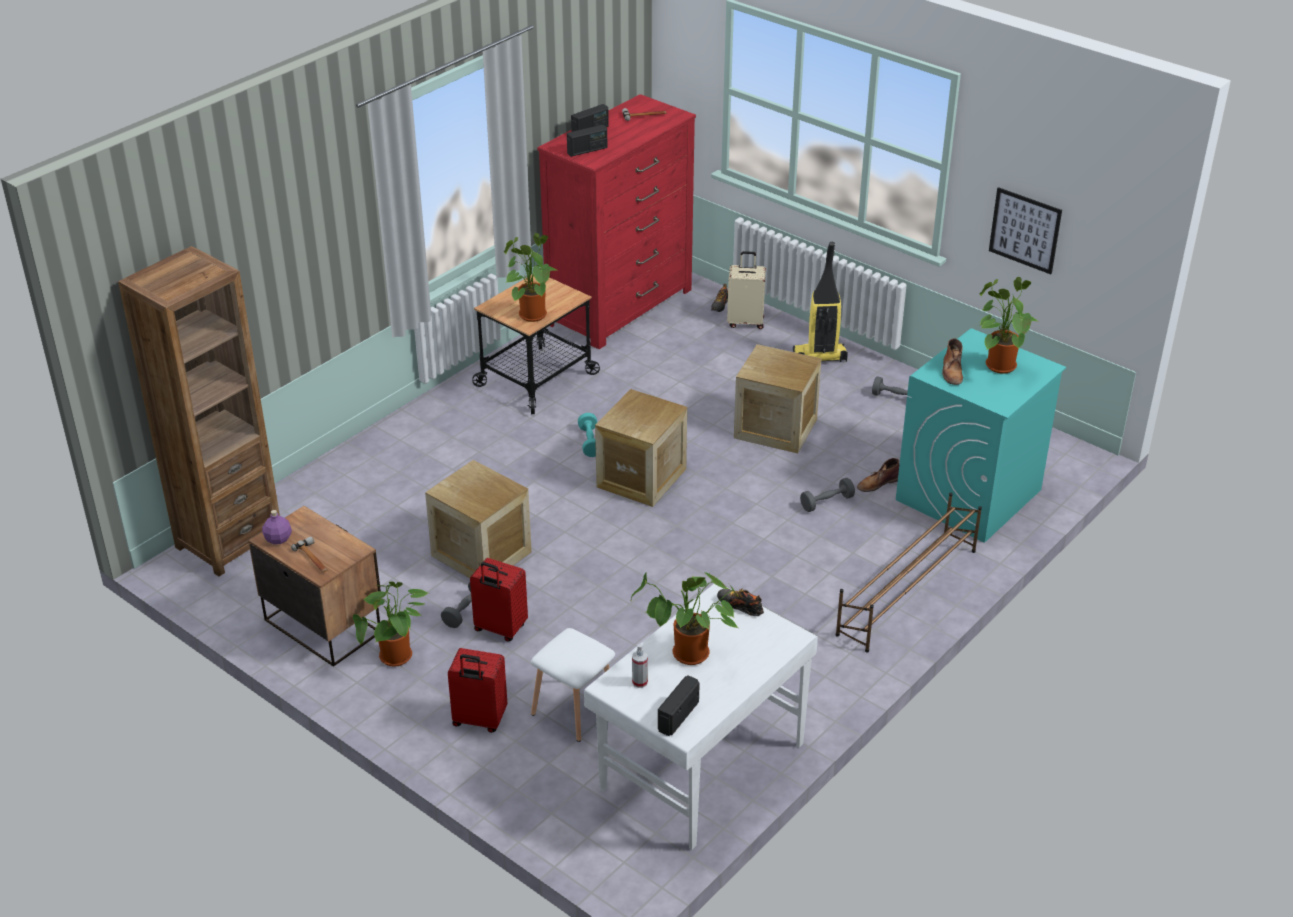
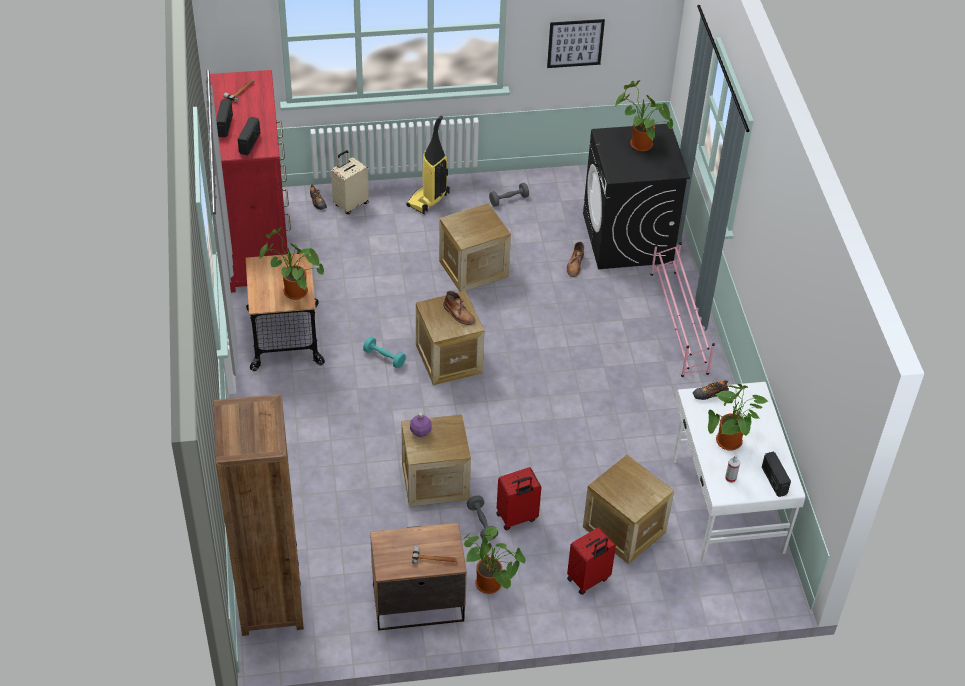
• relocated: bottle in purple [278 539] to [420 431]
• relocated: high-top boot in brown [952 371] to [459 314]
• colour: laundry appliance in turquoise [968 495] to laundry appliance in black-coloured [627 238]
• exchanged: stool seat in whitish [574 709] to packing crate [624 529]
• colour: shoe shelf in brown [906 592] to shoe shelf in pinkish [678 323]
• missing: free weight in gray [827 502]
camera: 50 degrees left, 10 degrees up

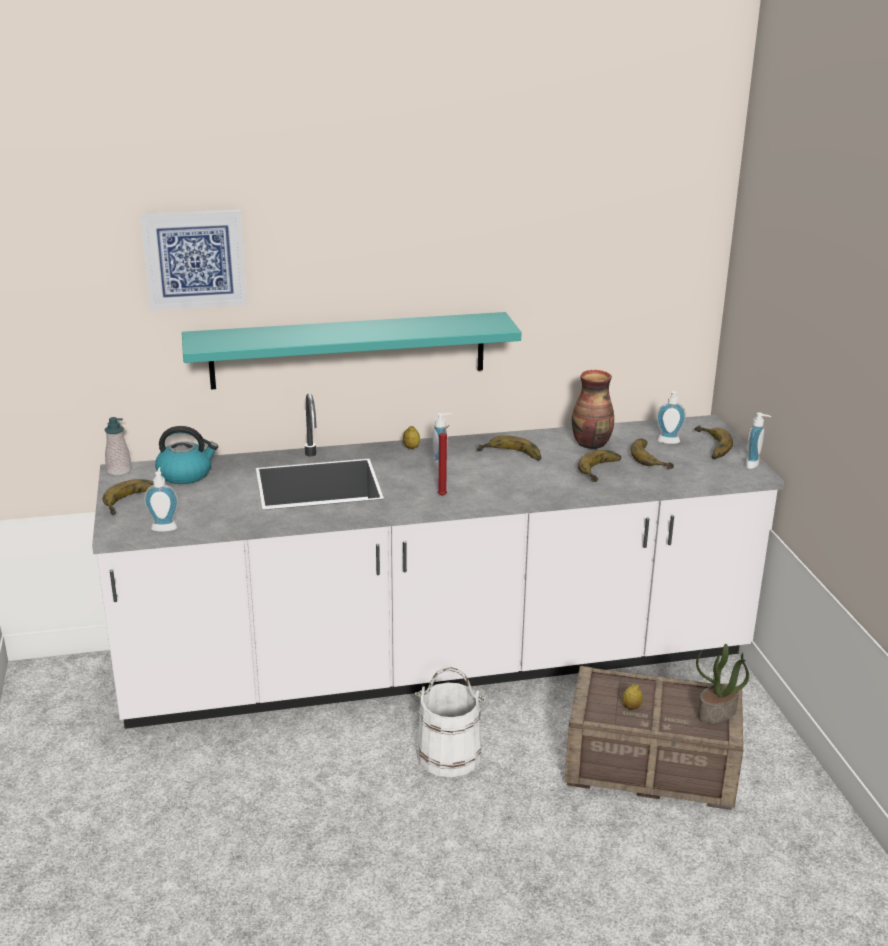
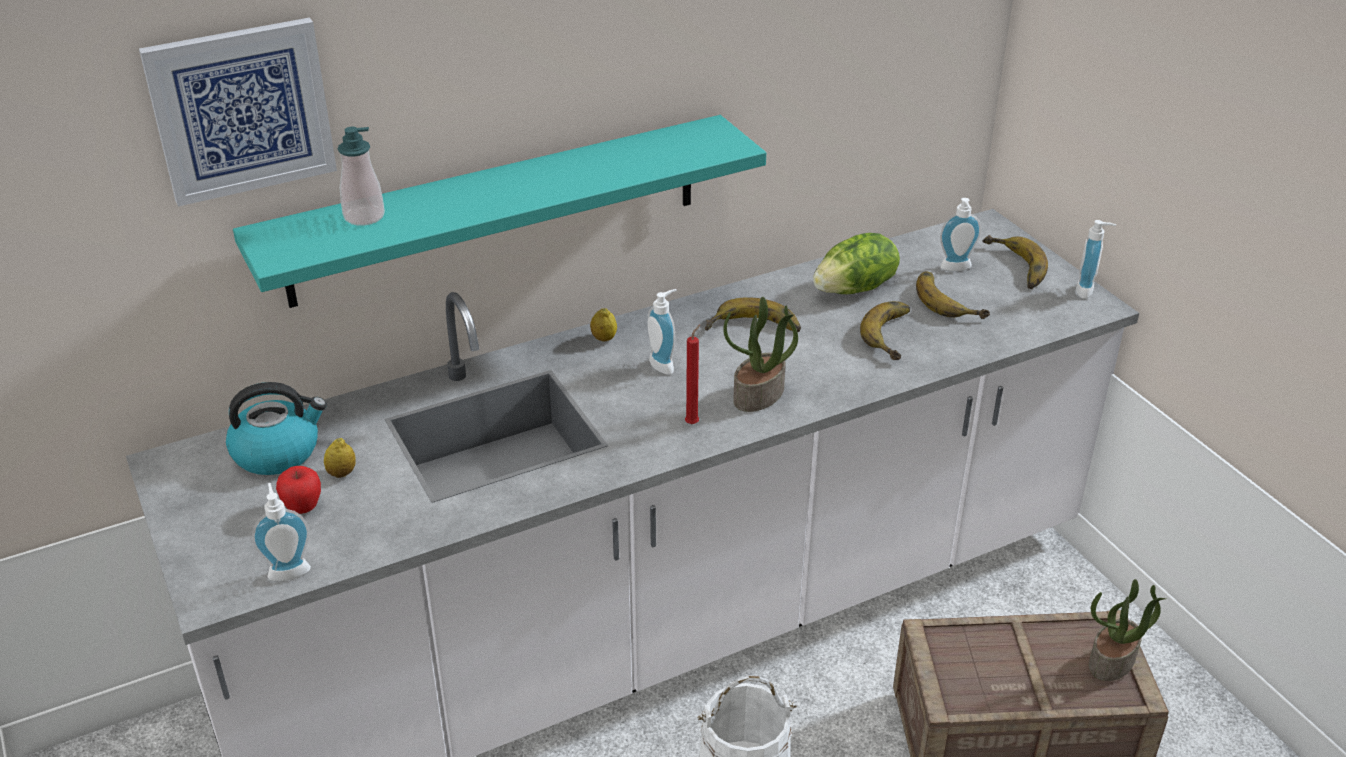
• appeared: apple [303 508]
• relocated: whole lemon [631 707] to [342 473]
• relocated: soap dispenser [119 471] to [364 216]
• appeared: plant in a pot [759 395]
• exchanged: flower vase [592 444] to head of lettuce [856 289]
• missing: whole banana [134 501]
camera: 15 degrees left, 10 degrees up

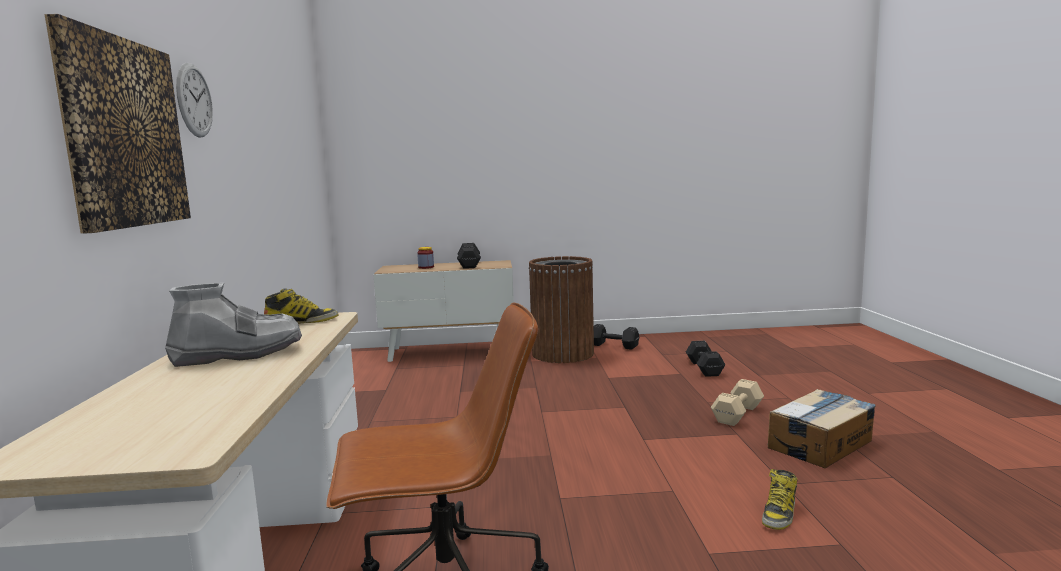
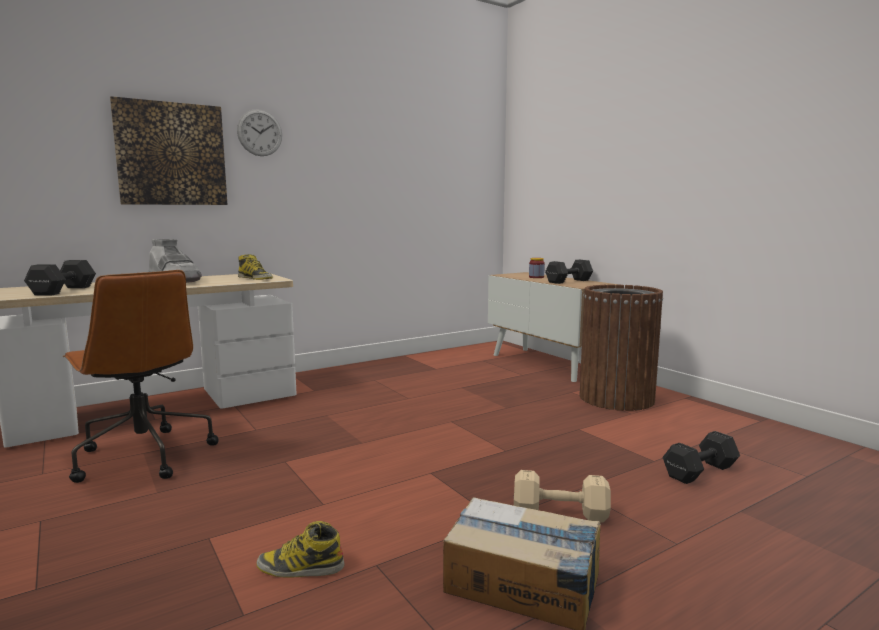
• relocated: free weight in black-coloured [615 346] to [61 291]
camera: 60 degrees right, 0 degrees up

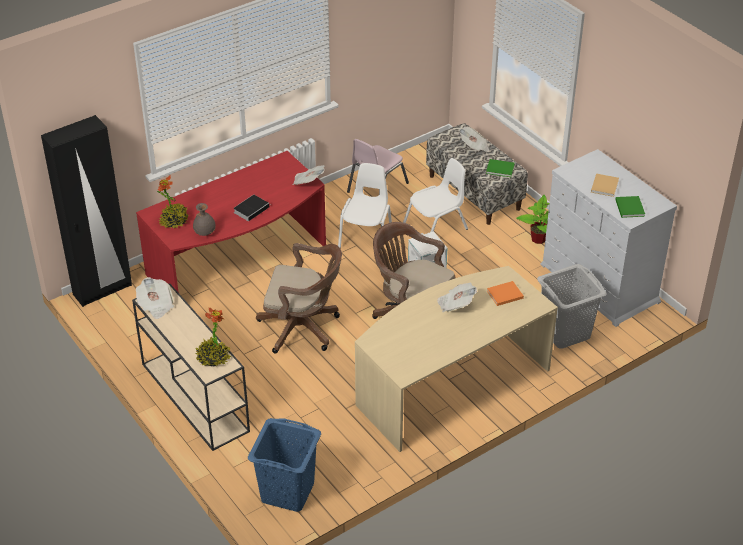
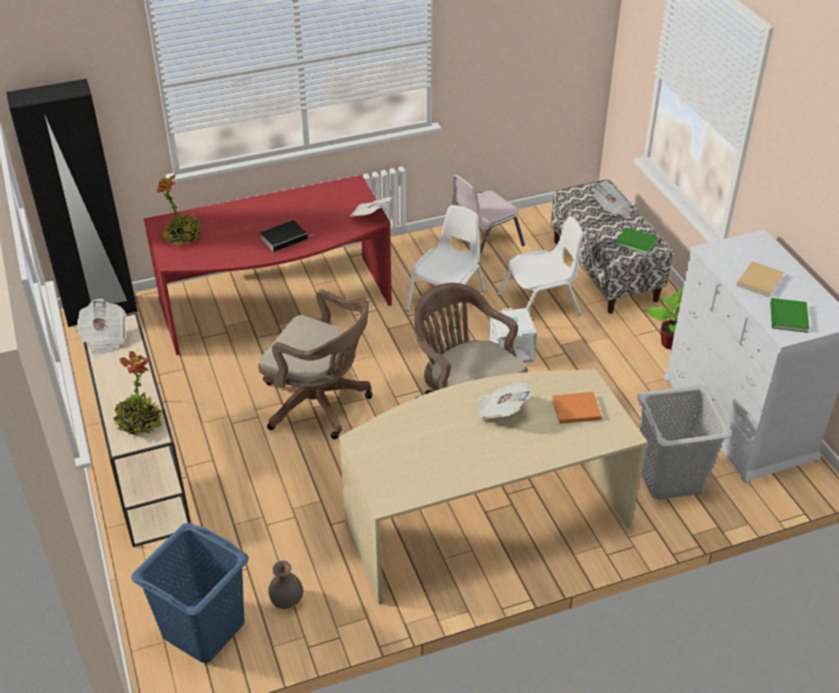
• relocated: flower vase in gray [205 233] to [287 600]
camera: 15 degrees right, 0 degrees up

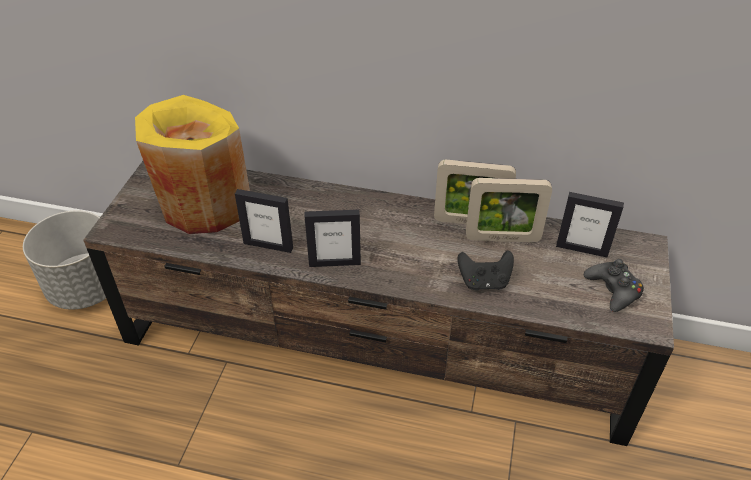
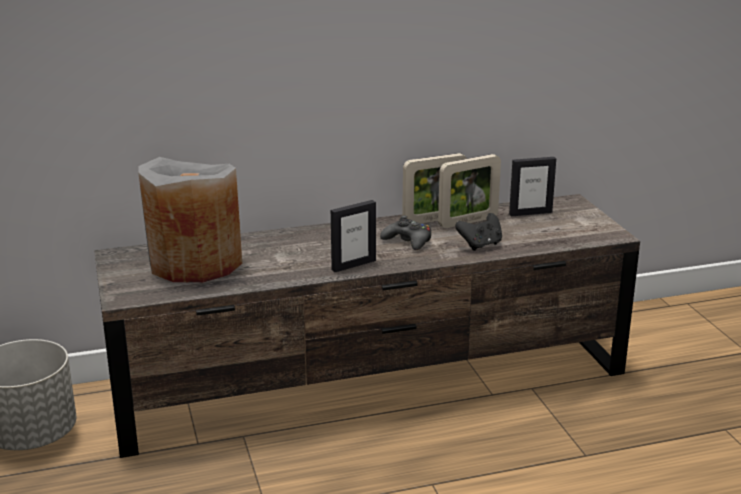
• colour: flower vase in yellow [205 203] to flower vase in gray [194 263]
• relocated: joypad in black-coloured [613 290] to [408 241]
• missing: photo frame [268 245]
camera: 30 degrees left, 20 degrees down

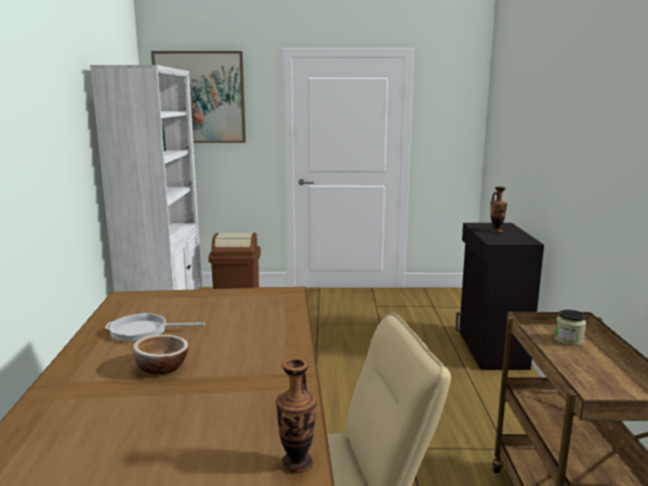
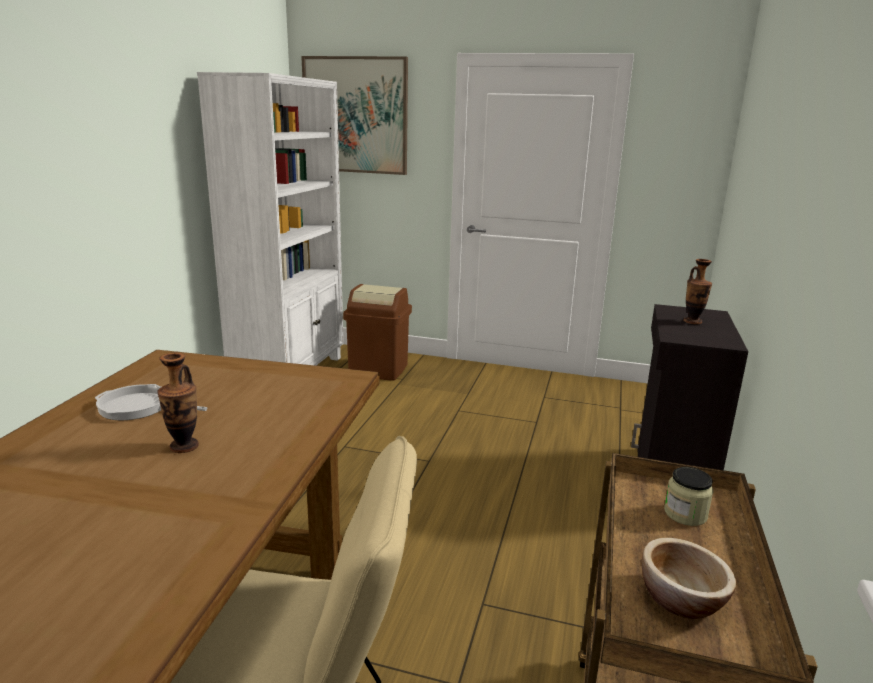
• relocated: flower vase [297 463] to [184 446]
• relocated: serving bowl [162 367] to [681 598]
camera: 15 degrees right, 5 degrees up

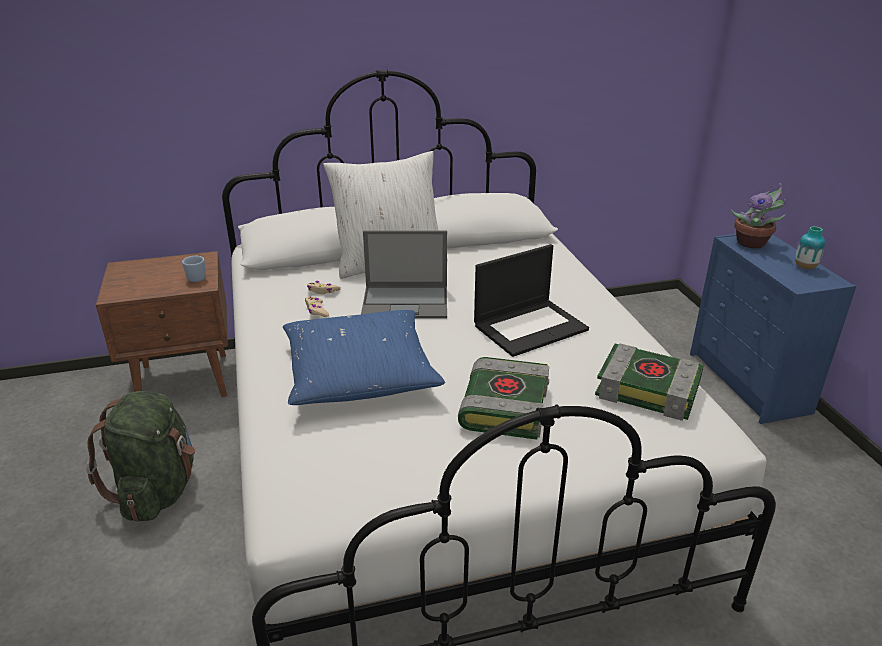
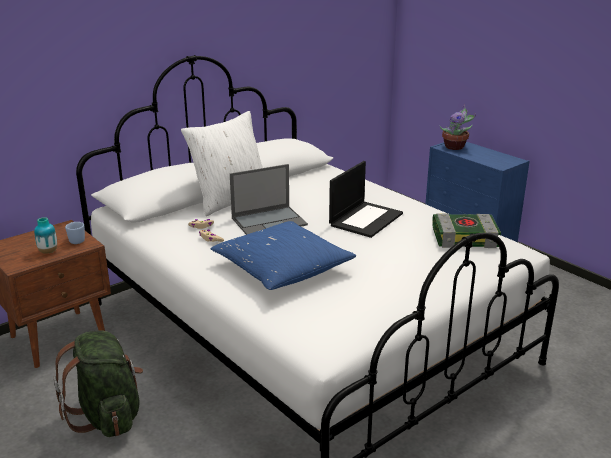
• relocated: flower vase [805 267] to [48 251]
• missing: bound book [503 406]
camera: 25 degrees left, 5 degrees down

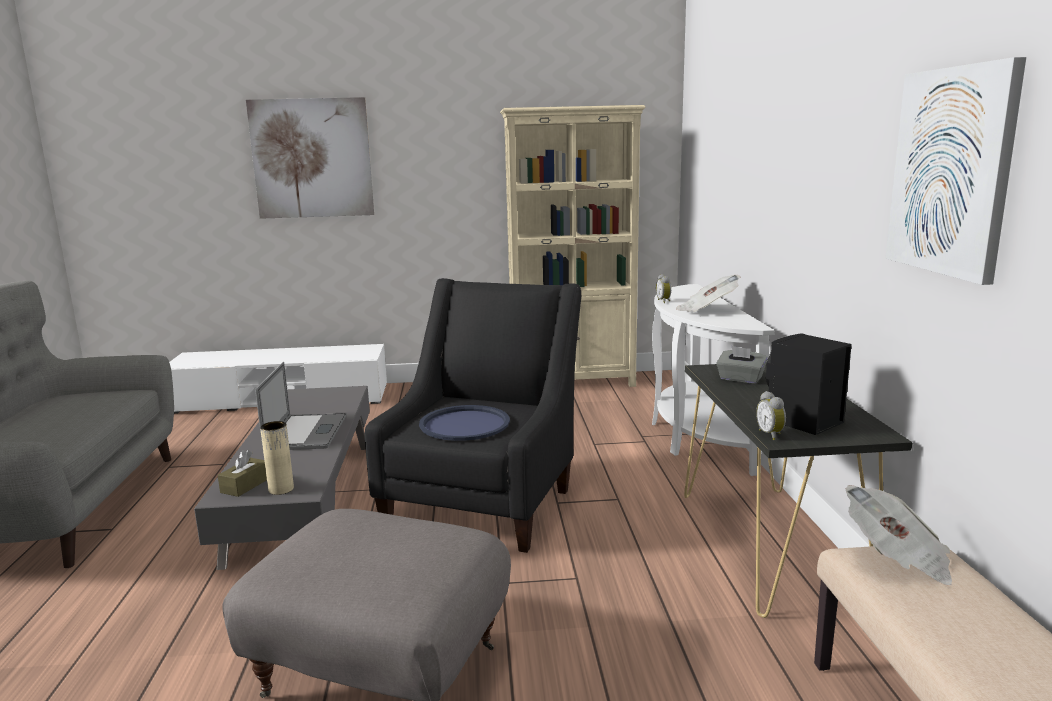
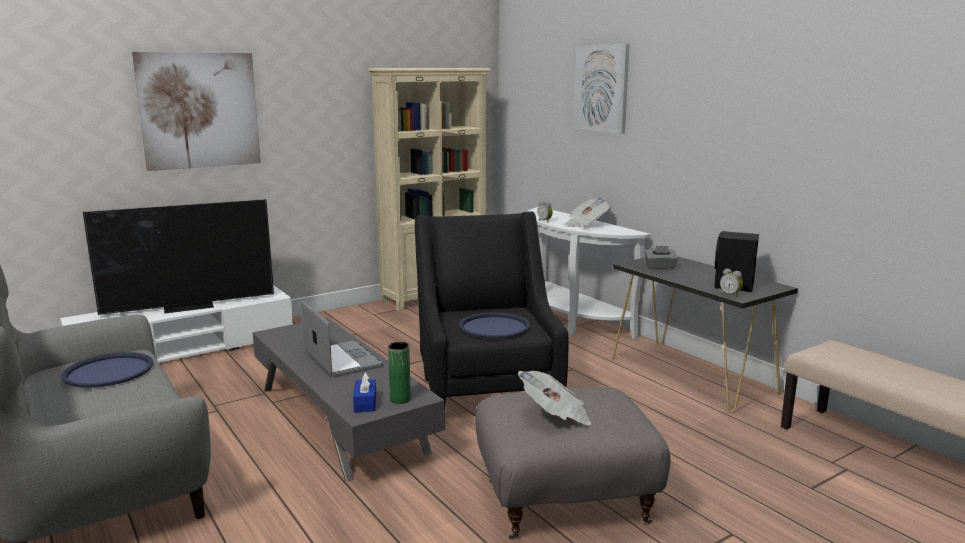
• appeared: serving tray in bluish [108 371]
• appeared: television [189 306]
• colour: tissue box in brown [245 485] to tissue box in bluish [365 403]
• colour: flower vase in beige-coloured [281 489] to flower vase in greenish [400 399]
• relocated: newspaper [897 559] to [555 415]
• relocated: wall art [951 171] to [602 88]
camera: 30 degrees left, 0 degrees up

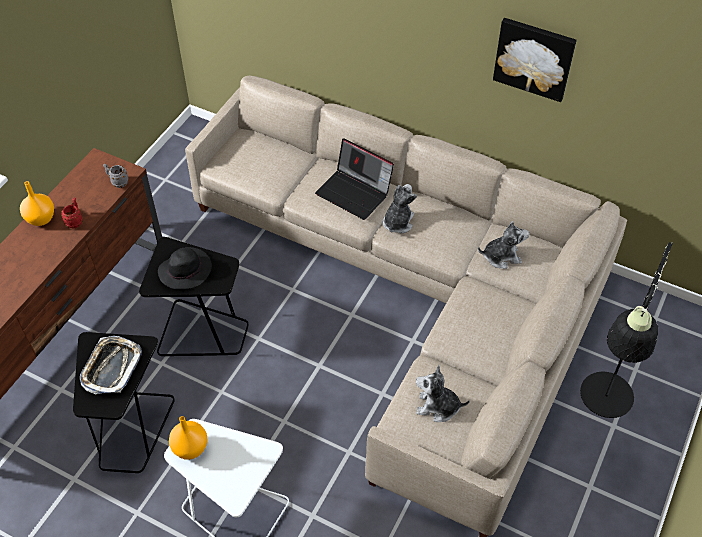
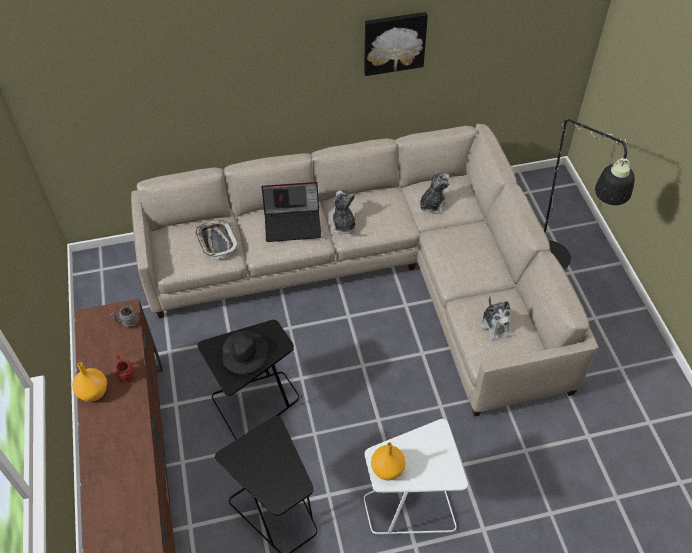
• relocated: serving tray [111 367] to [216 241]
• spun: plush toy [438 407] = [495 325] 75 degrees counterclockwise
camera: 40 degrees left, 0 degrees up

